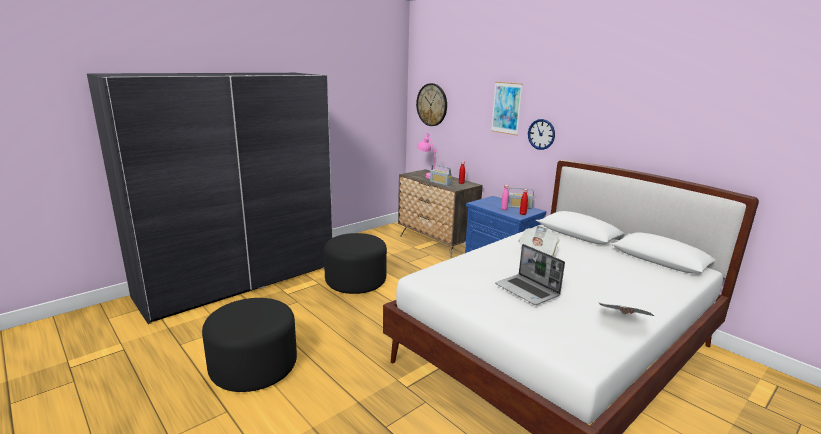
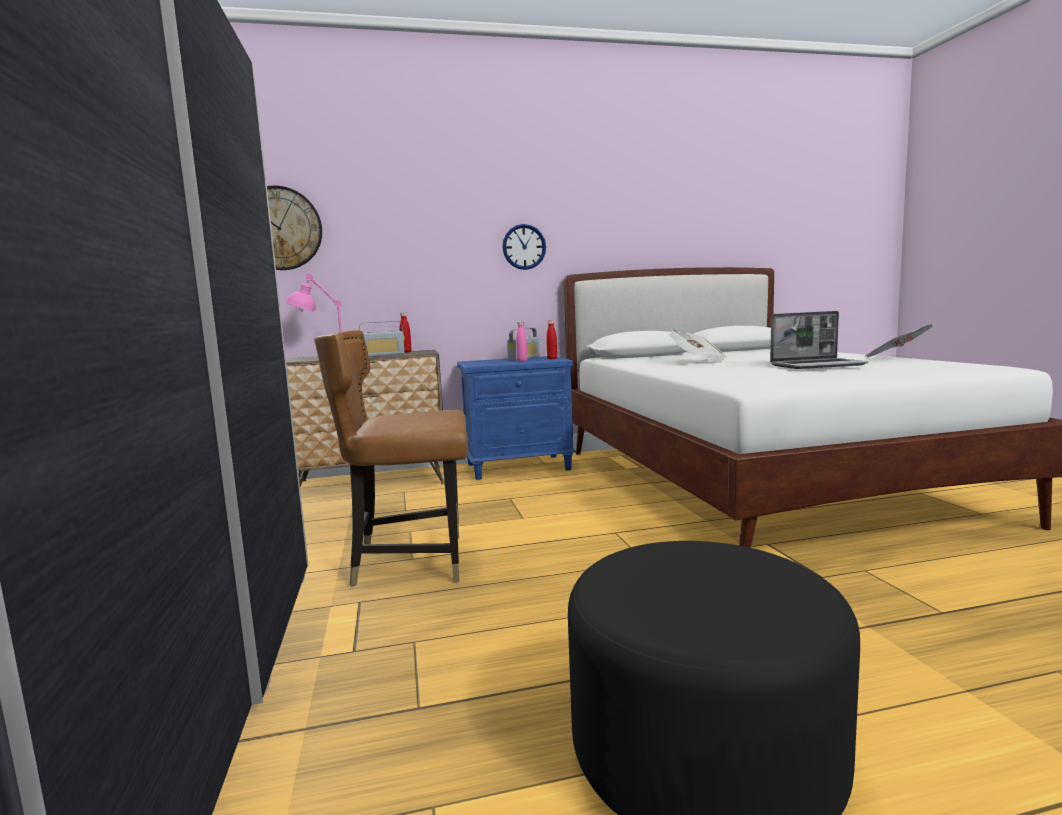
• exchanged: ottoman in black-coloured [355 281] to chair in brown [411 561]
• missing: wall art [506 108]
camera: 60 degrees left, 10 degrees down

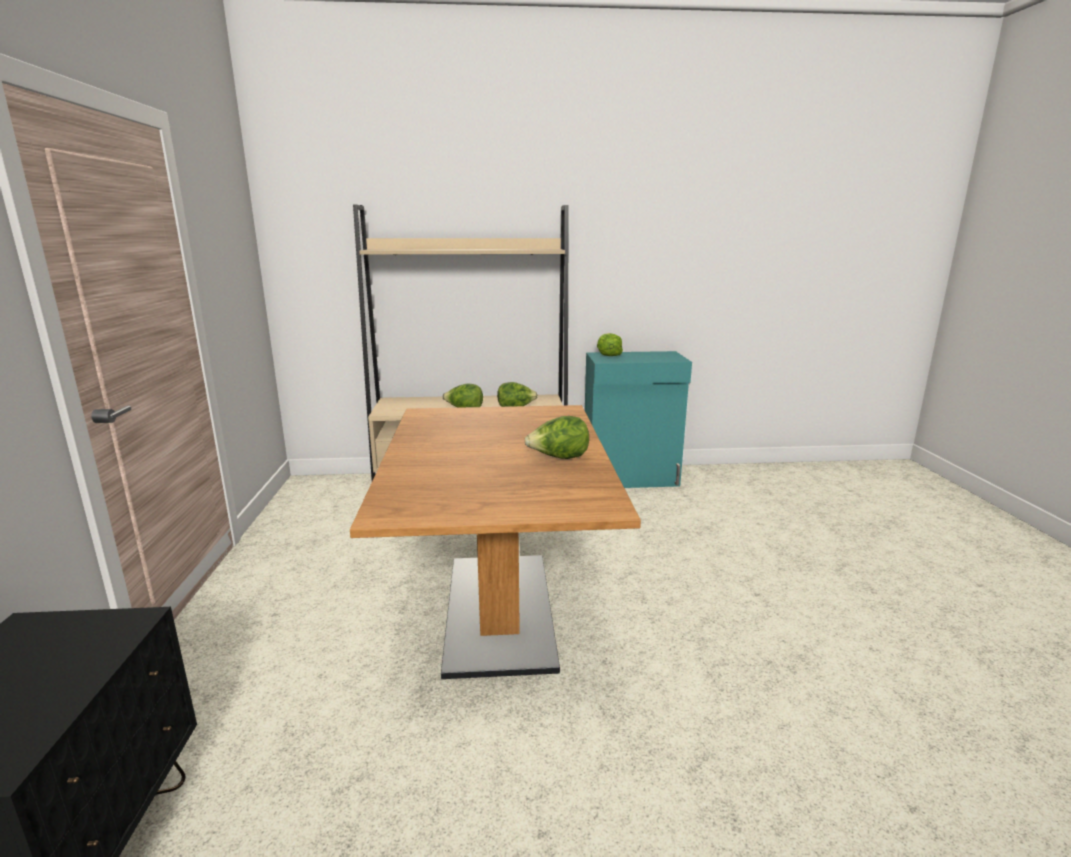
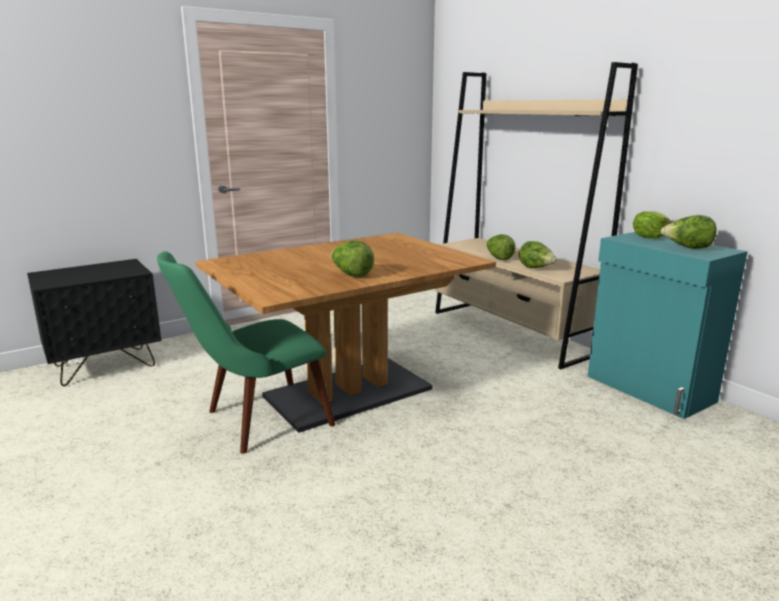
• appeared: chair in greenish [254 422]
• appeared: head of lettuce [687 248]
camera: 60 degrees right, 0 degrees up

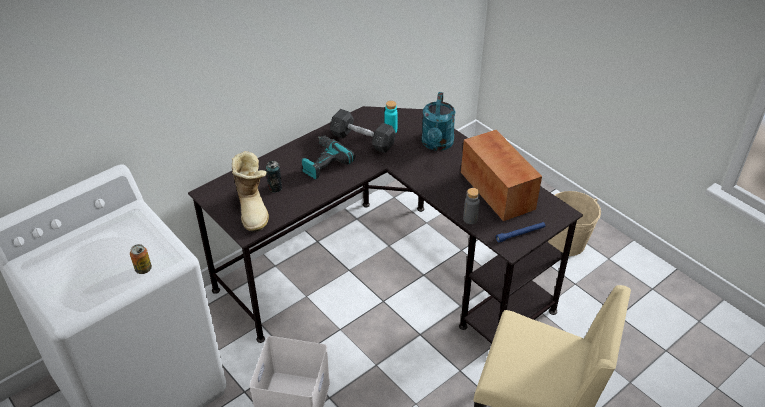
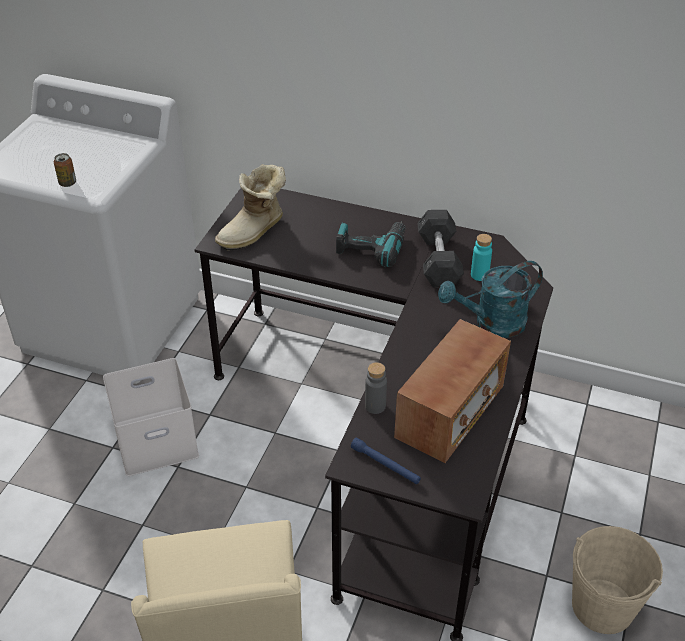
• missing: metal can [275 188]
camera: 60 degrees right, 0 degrees up

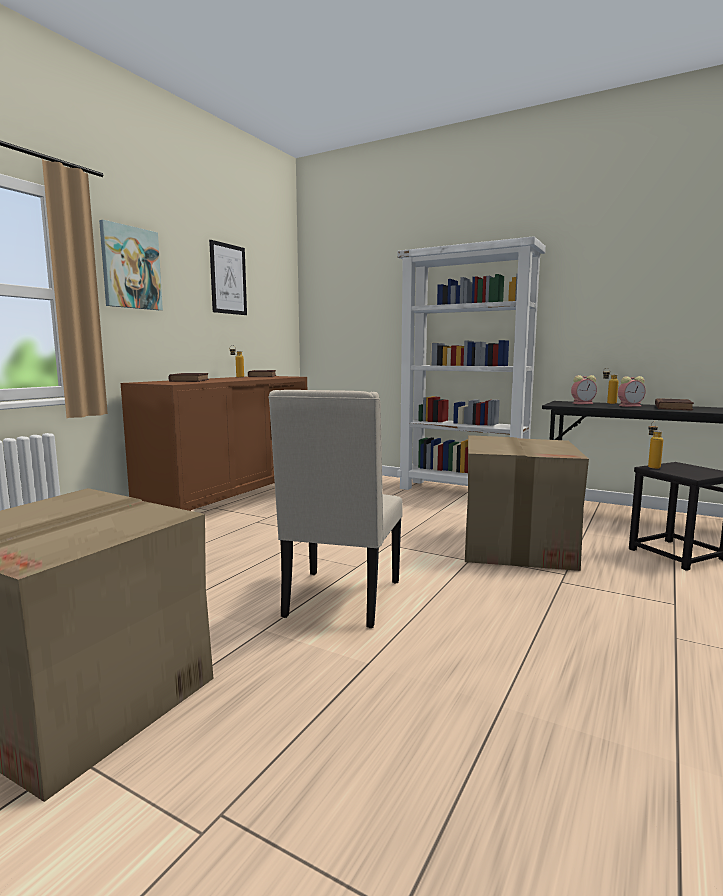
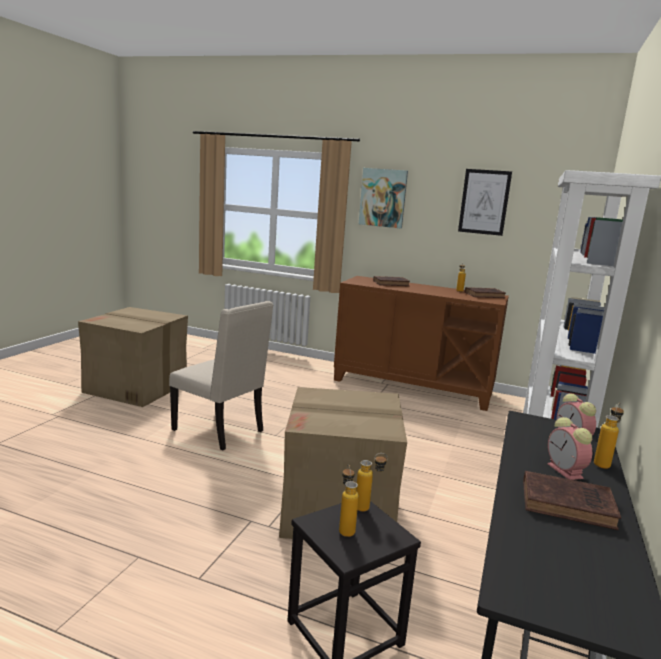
• spun: chair in beige-coloured [341 599] = [220 431] 150 degrees counterclockwise
• appeared: bottle [345 528]
camera: 80 degrees right, 5 degrees up

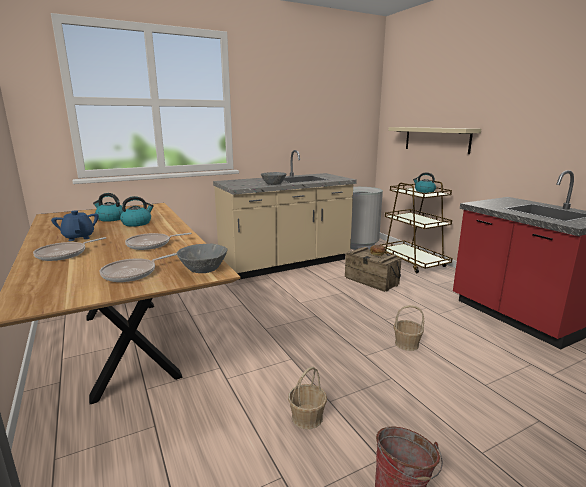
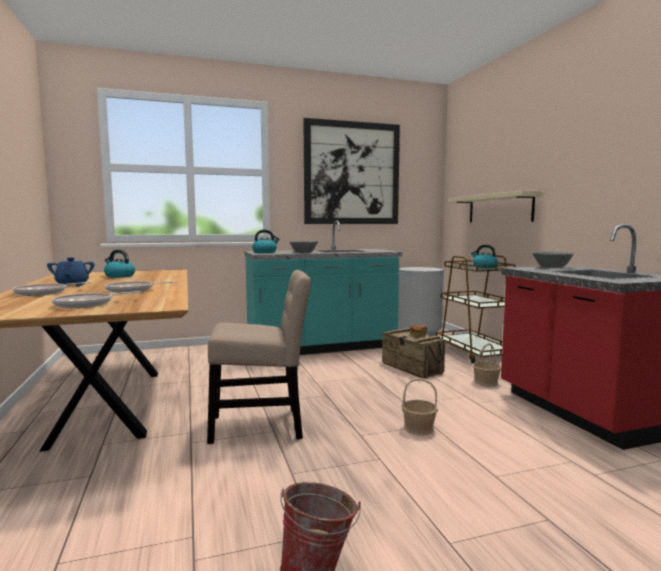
• appeared: chair in beige-coloured [262 426]
• colour: counter in beige-coloured [286 264] to counter in turquoise [322 348]
• relocated: kettle [137 223] to [265 252]
• appeared: wall art [352 173]
• relocated: household basket [307 417] to [486 383]
• relocated: serving bowl in gray [203 269] to [551 267]
camera: 10 degrees right, 10 degrees down

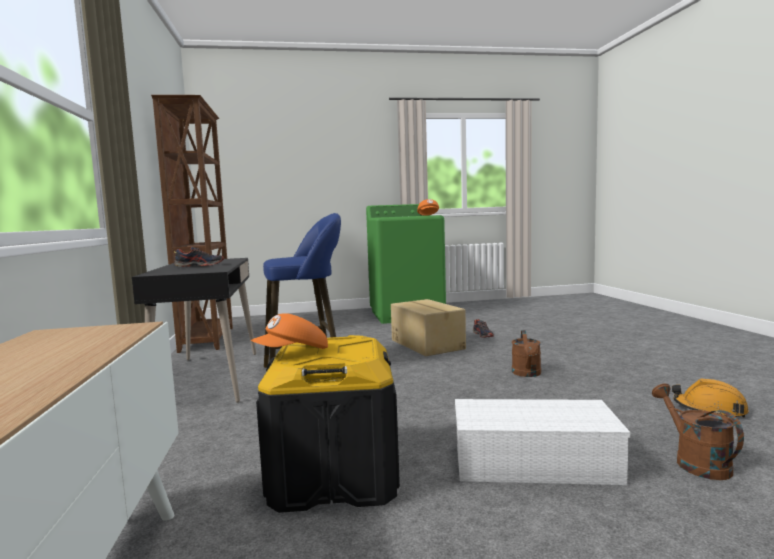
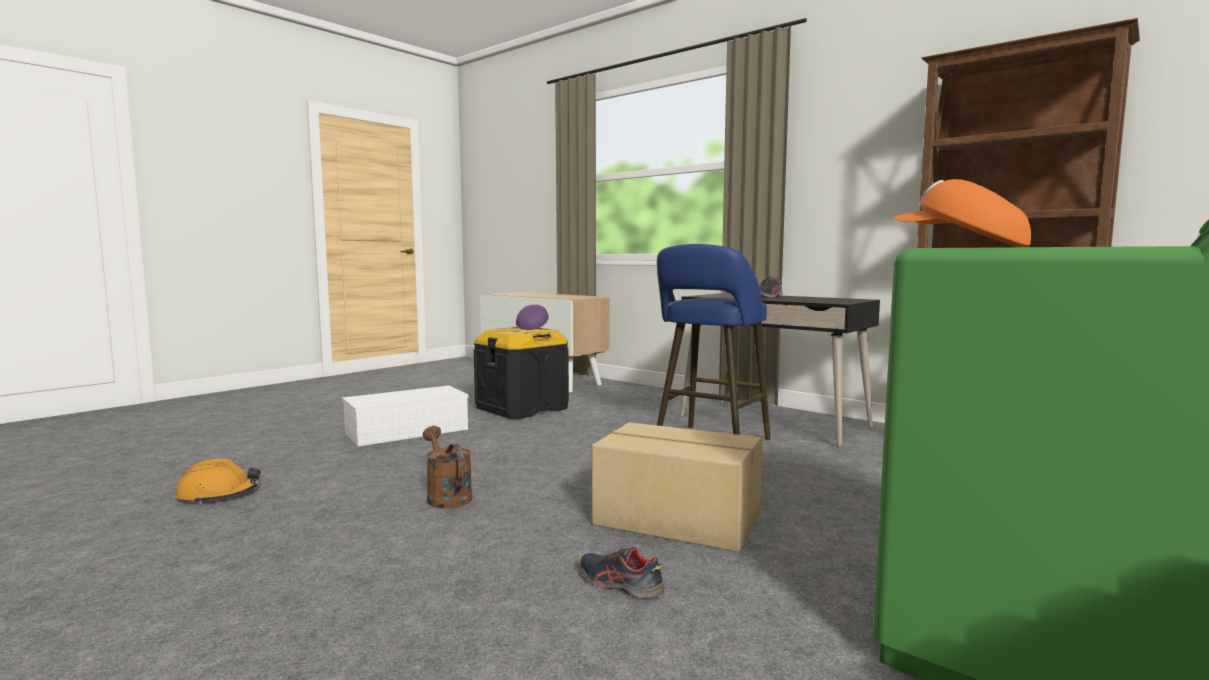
• colour: baseball cap in orange-coloured [293 353] to baseball cap in purple [533 327]
• missing: watering can in brown [695 461]
camera: 140 degrees right, 0 degrees up

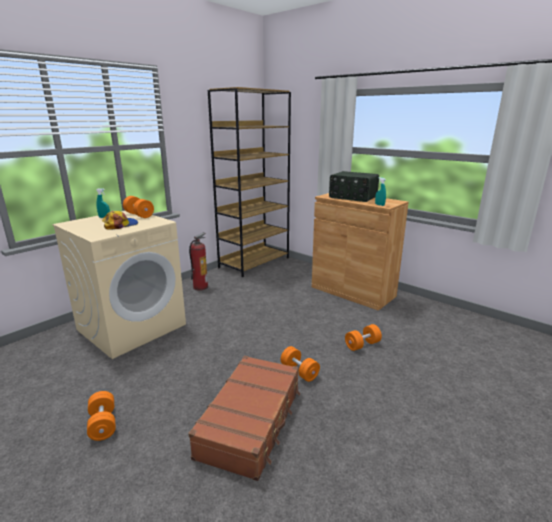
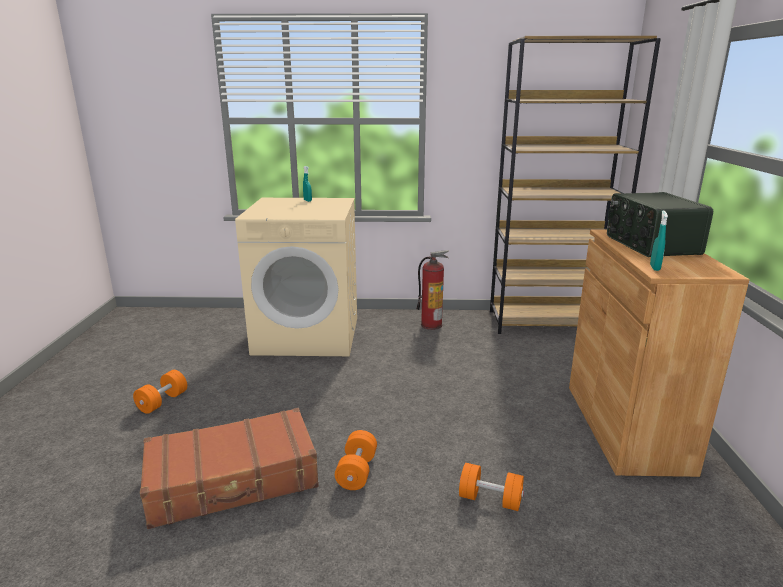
• missing: baseball cap [120 225]
• missing: free weight in orange-coloured [139 215]
camera: 50 degrees right, 0 degrees up

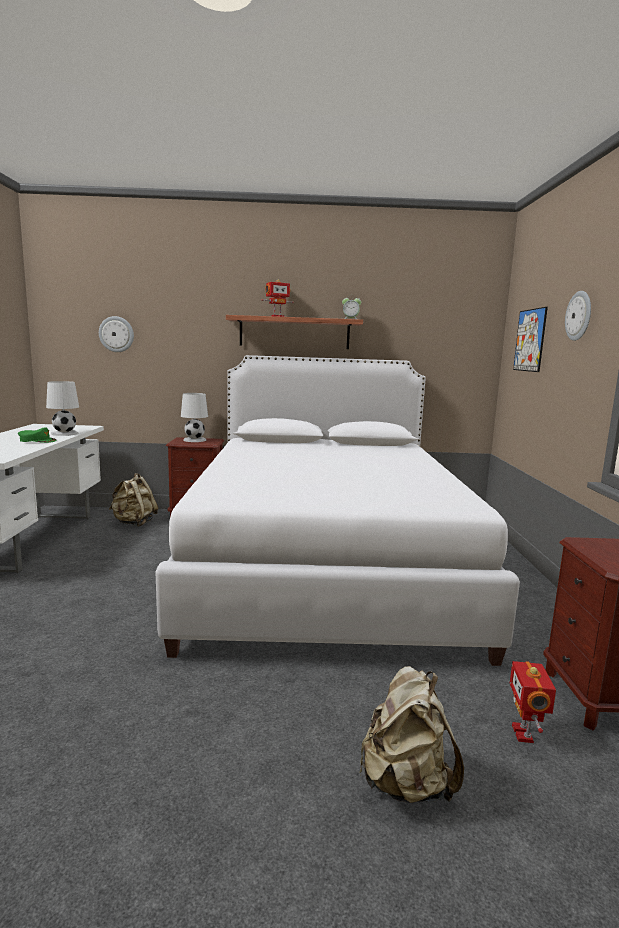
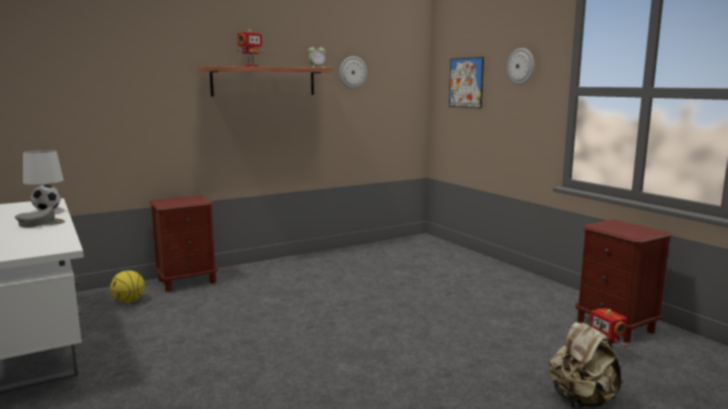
• colour: baseball cap in greenish [37 440] to baseball cap in gray [41 223]
• exchanged: rucksack in beige-coloured [134 523] to ball for basketball [129 301]
• relocated: clock on the wall [116 334] to [352 72]
• missing: bedroom bed in whitish [325 566]
• missing: table lamp in whitish [195 440]
camera: 30 degrees left, 0 degrees up

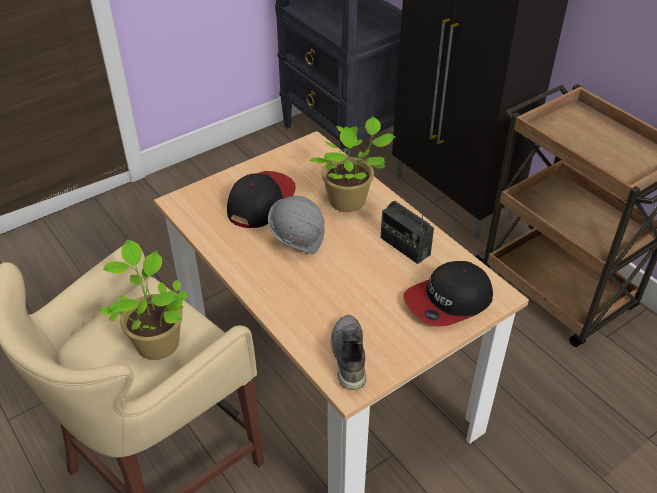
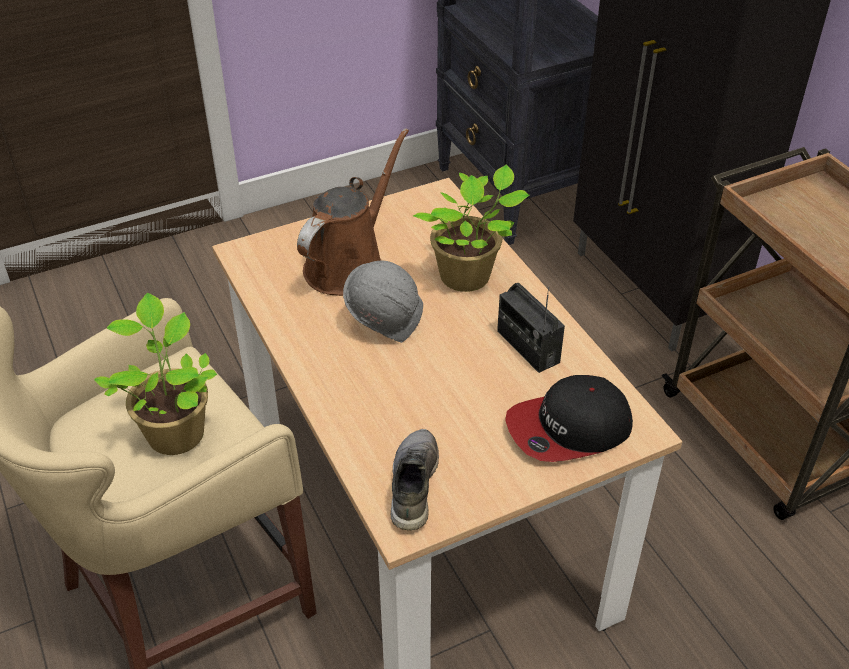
• exchanged: baseball cap [260 202] to watering can in brown [349 264]
camera: 10 degrees right, 0 degrees up

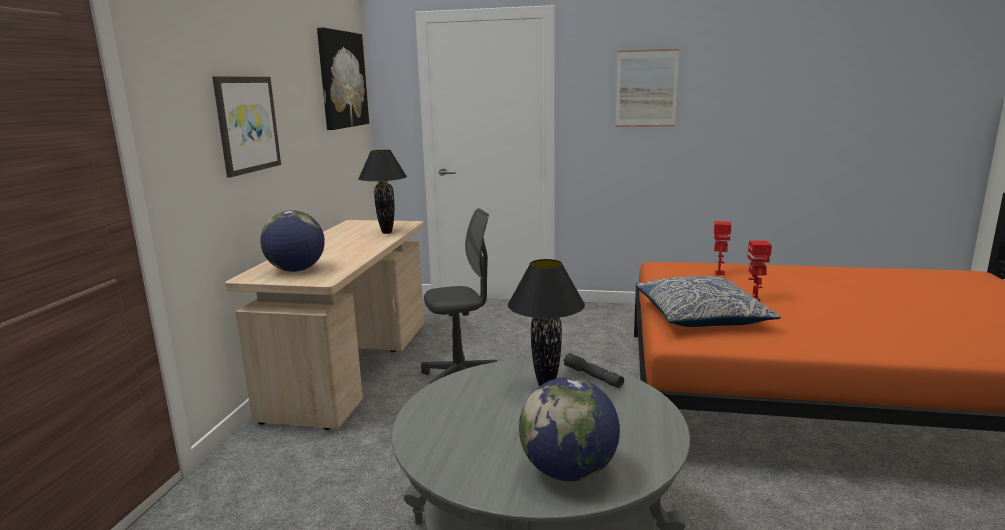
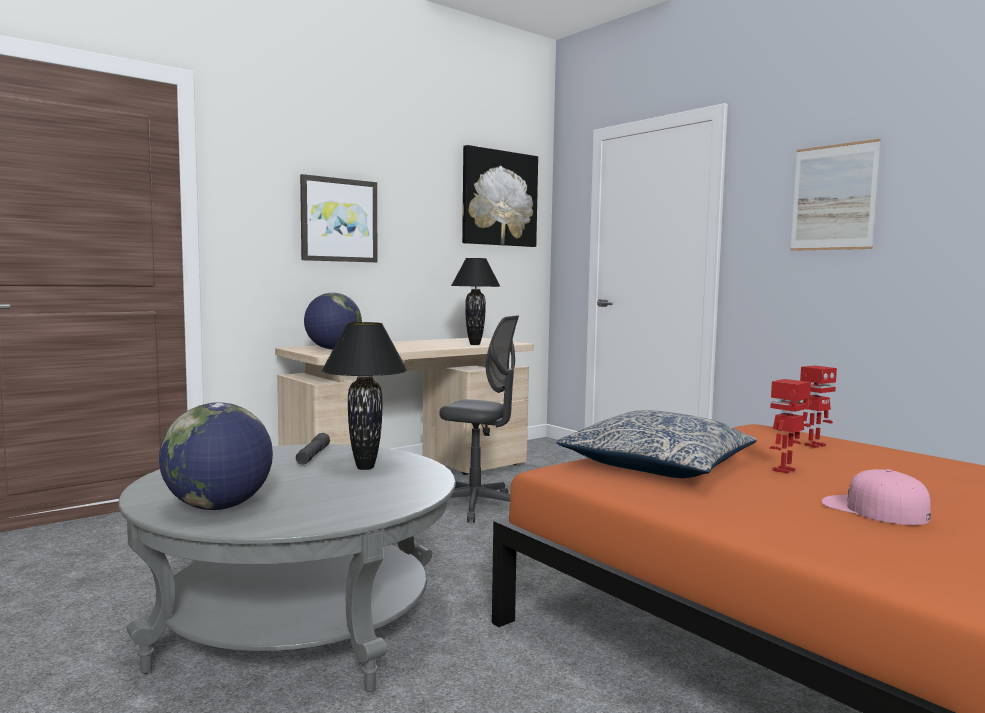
• relocated: torch in gray [593 376] to [313 456]
• appeared: baseball cap in pinkish [873 510]
camera: 40 degrees right, 10 degrees down

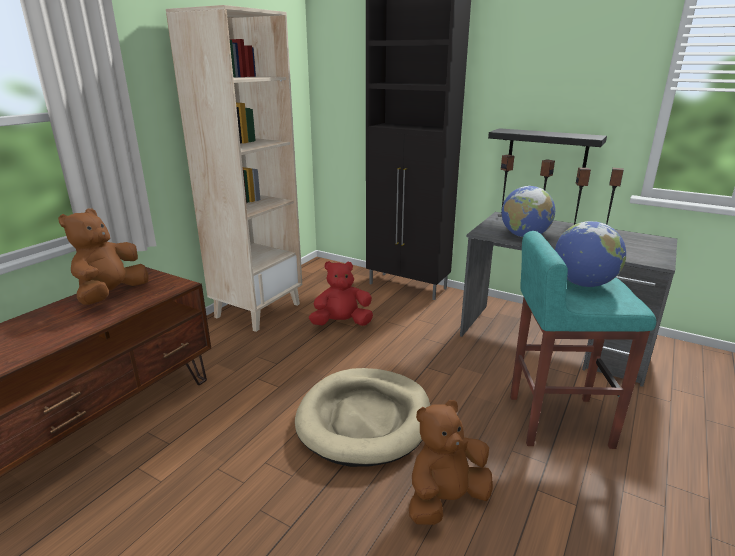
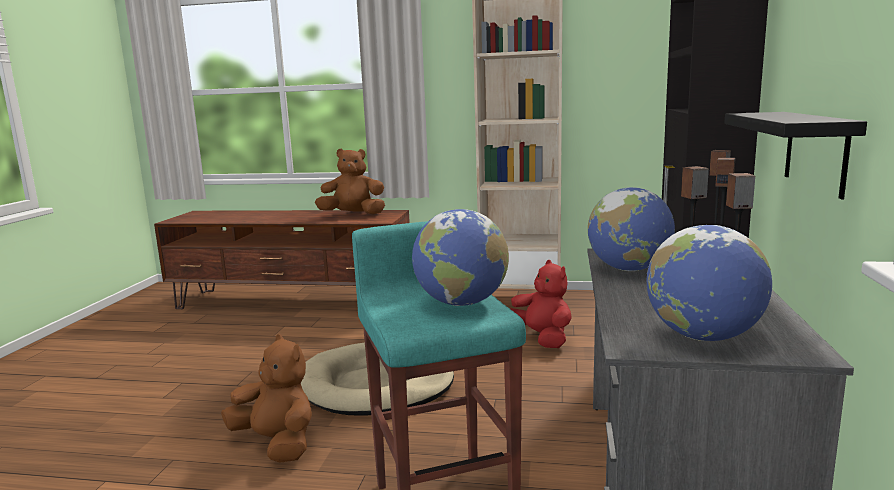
• appeared: globe [703 336]
camera: 70 degrees right, 10 degrees down

